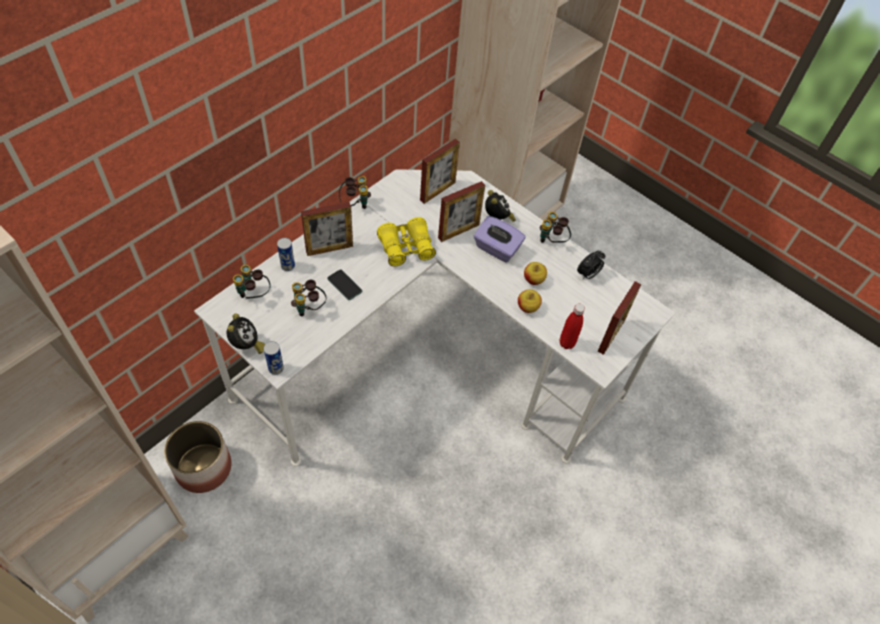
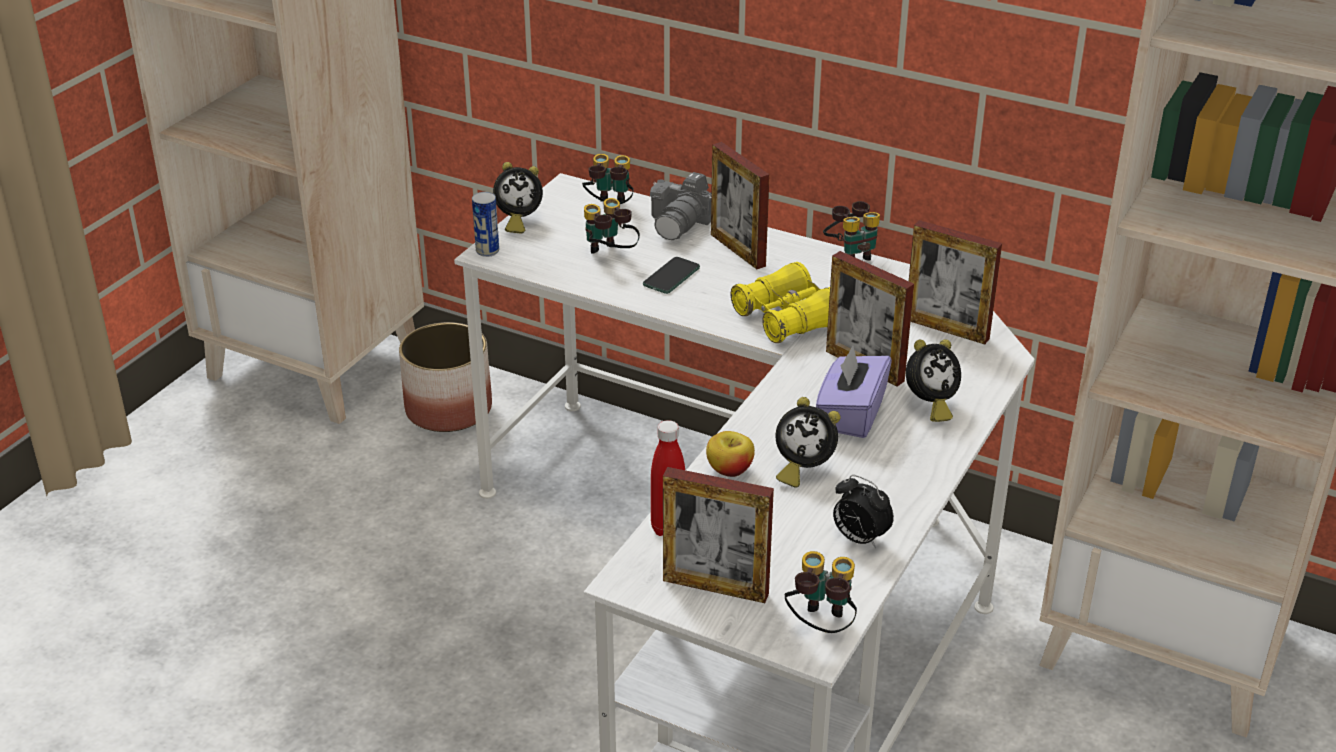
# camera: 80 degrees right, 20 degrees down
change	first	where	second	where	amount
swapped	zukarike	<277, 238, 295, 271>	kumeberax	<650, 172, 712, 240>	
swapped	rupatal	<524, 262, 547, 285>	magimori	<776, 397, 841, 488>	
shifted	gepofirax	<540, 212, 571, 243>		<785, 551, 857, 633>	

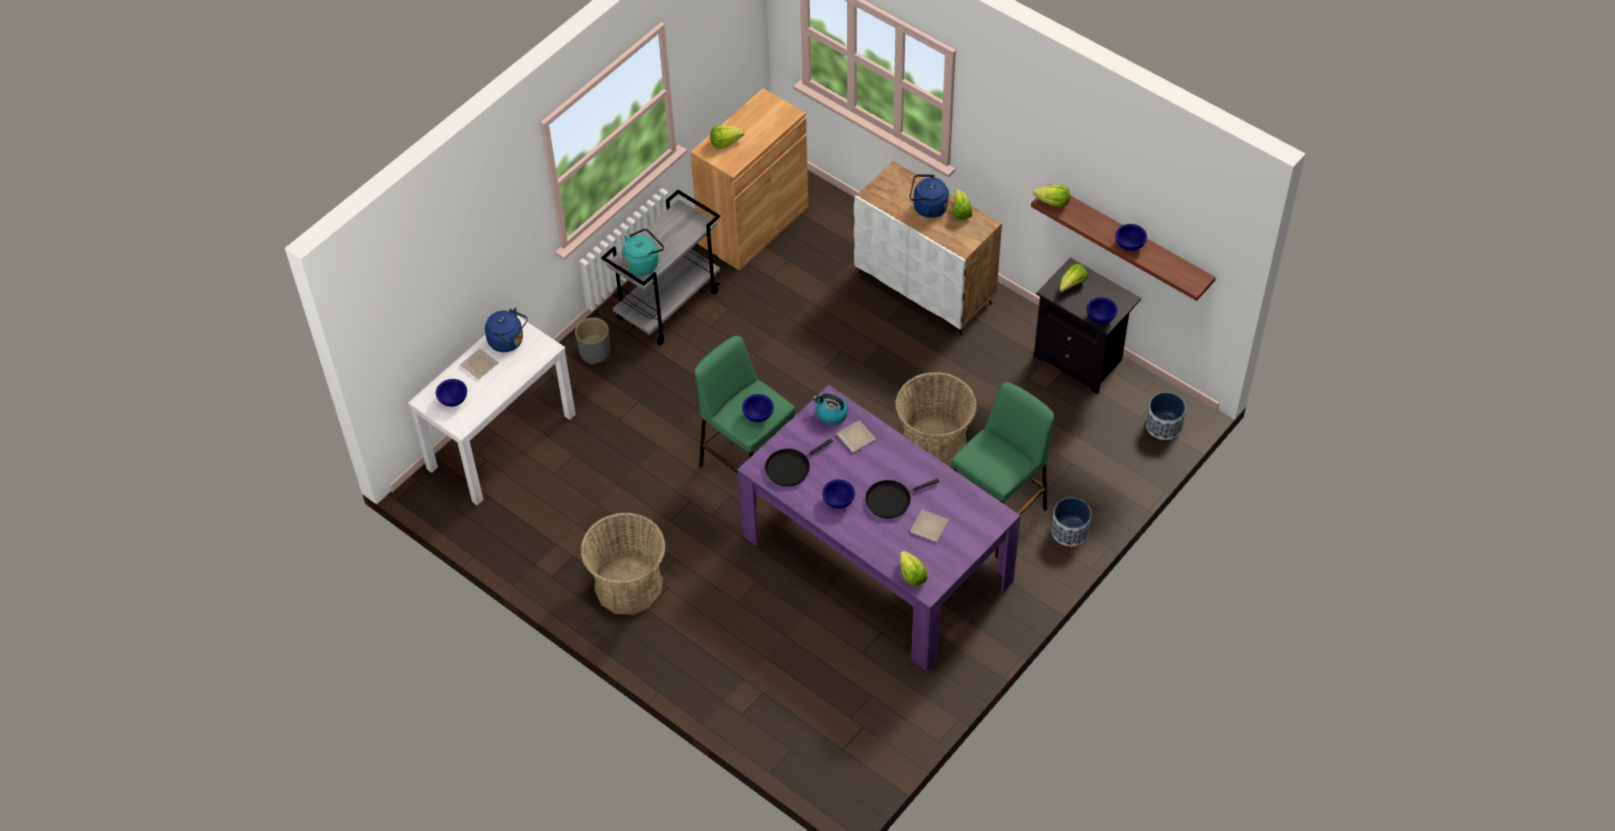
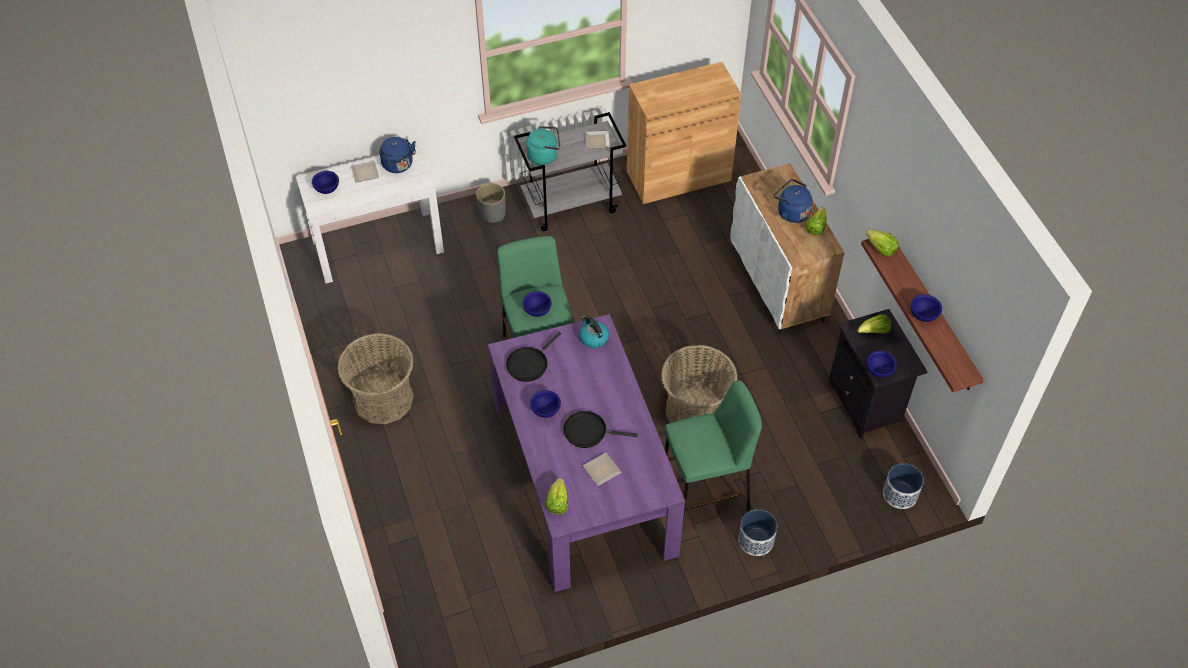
# camera: 30 degrees right, 0 degrees up
change	first	where	second	where	amount
gone	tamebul	<710, 125, 744, 148>			
rotated	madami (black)	<765, 439, 833, 486>		<506, 332, 561, 382>	45 degrees counterclockwise
shifted	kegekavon	<836, 420, 876, 452>		<585, 131, 610, 149>	

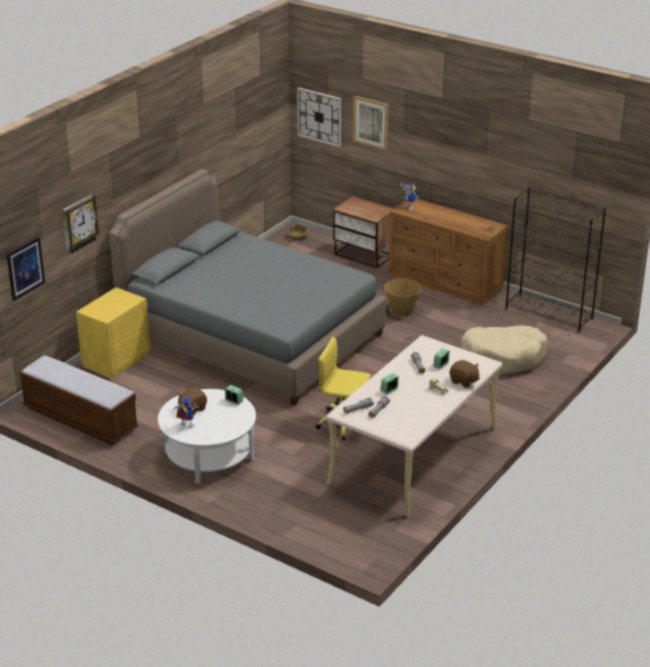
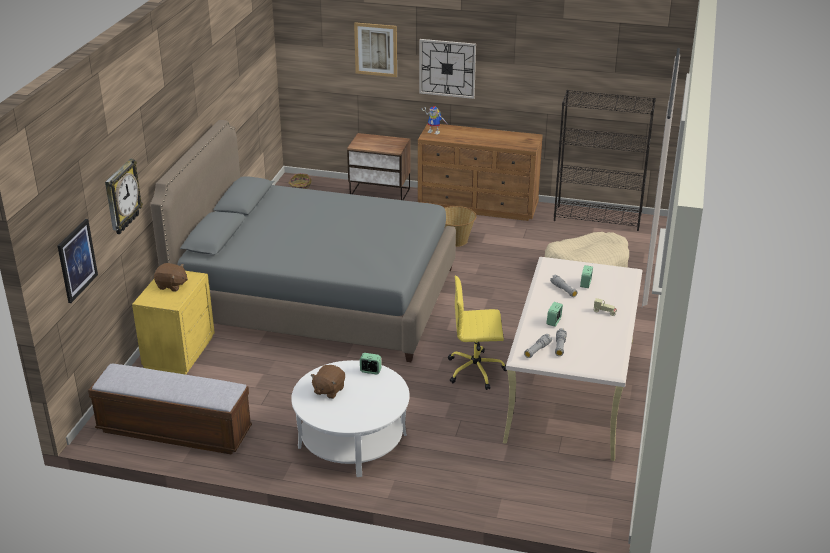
# camera: 20 degrees left, 0 degrees up
change	first	where	second	where	amount
gone	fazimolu	<172, 397, 199, 428>			
shifted	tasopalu	<297, 87, 341, 147>		<419, 39, 476, 99>	
shifted	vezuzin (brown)	<450, 360, 480, 388>		<154, 263, 188, 292>	

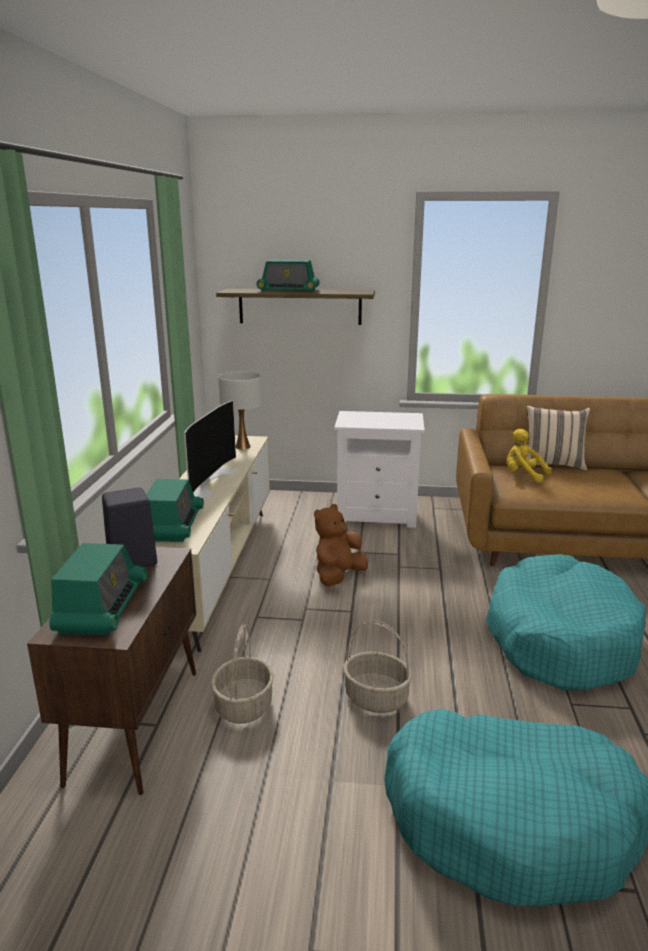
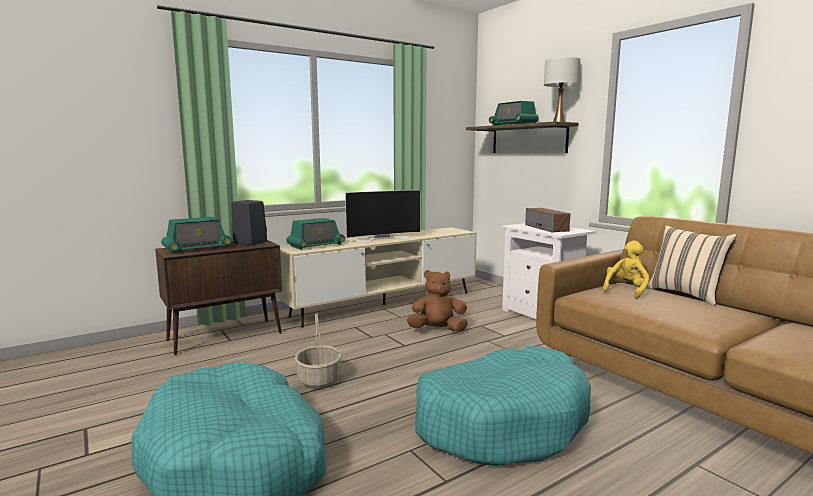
# camera: 50 degrees right, 10 degrees down
change	first	where	second	where	amount
gone	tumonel	<211, 624, 274, 724>			
shifted	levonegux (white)	<218, 371, 262, 449>		<544, 57, 581, 122>	
rotated	vezuzin (yellow)	<507, 428, 552, 483>		<602, 241, 650, 299>	45 degrees clockwise
new			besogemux	<525, 208, 571, 232>	

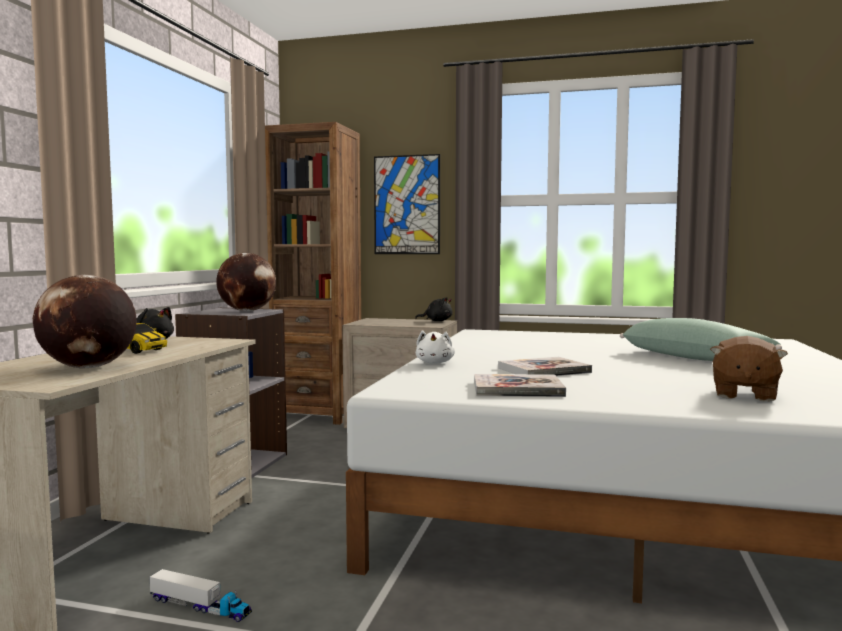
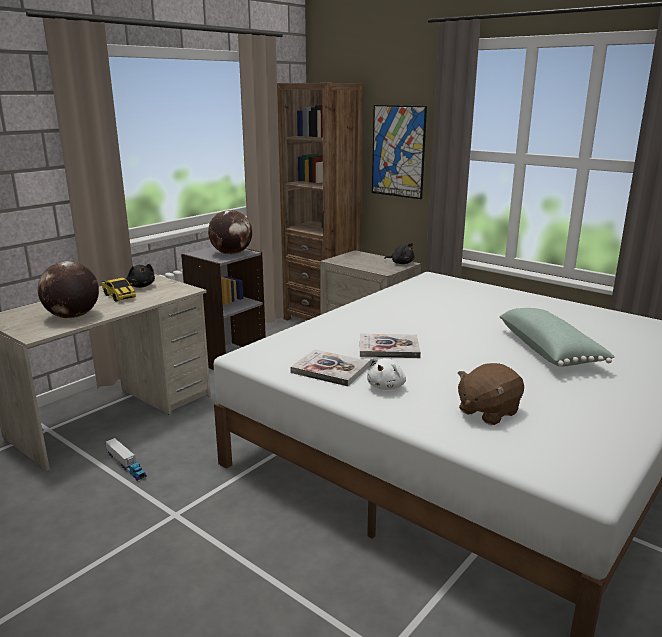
# camera: 25 degrees right, 15 degrees up
change	first	where	second	where	amount
shifted	vezuzin (white)	<416, 330, 455, 364>		<367, 358, 406, 390>	

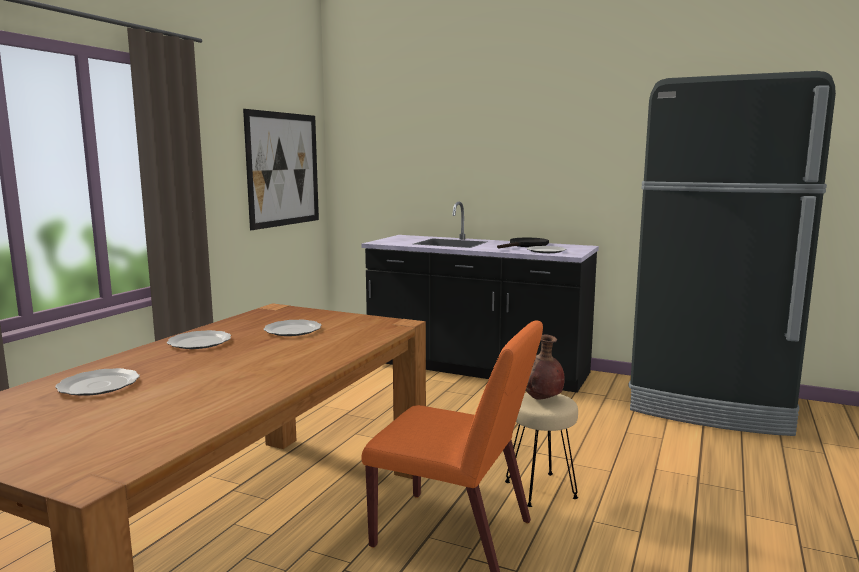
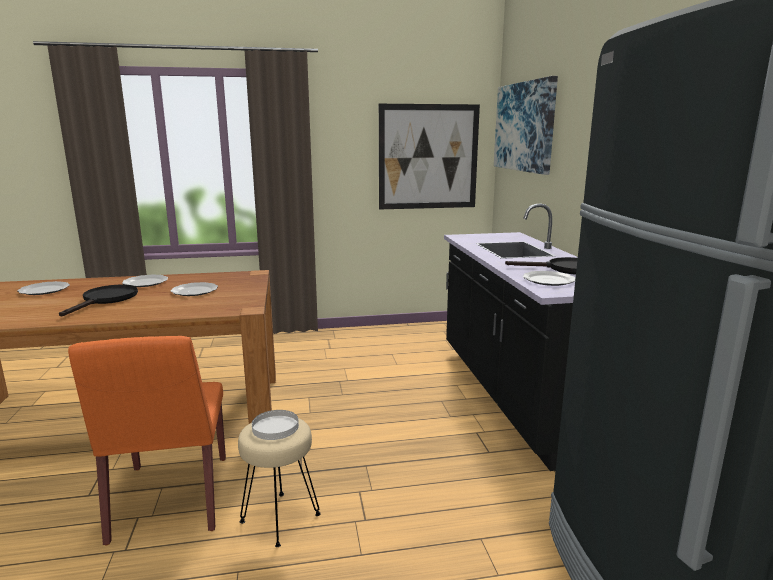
# camera: 55 degrees right, 5 degrees up
change	first	where	second	where	amount
swapped	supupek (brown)	<525, 335, 565, 400>	kegekavon (white)	<252, 410, 299, 440>	
new			madami (black)	<59, 285, 138, 316>	
new			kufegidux	<494, 76, 558, 175>	

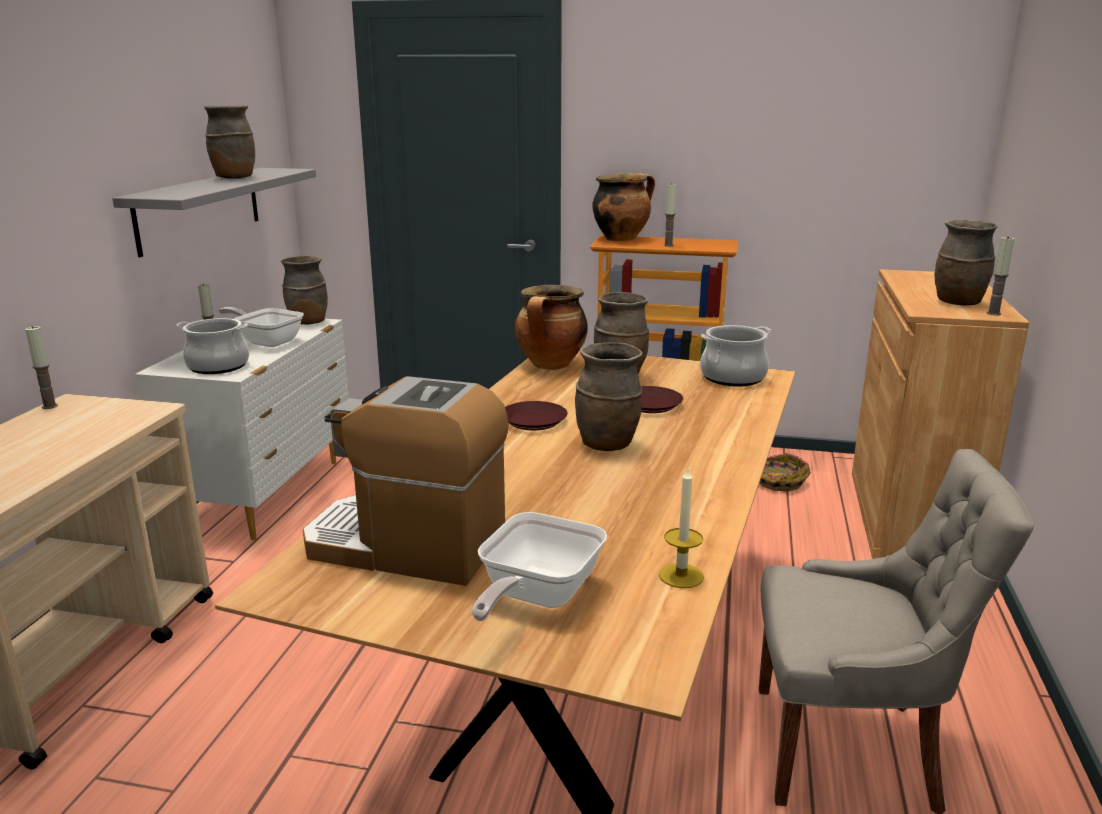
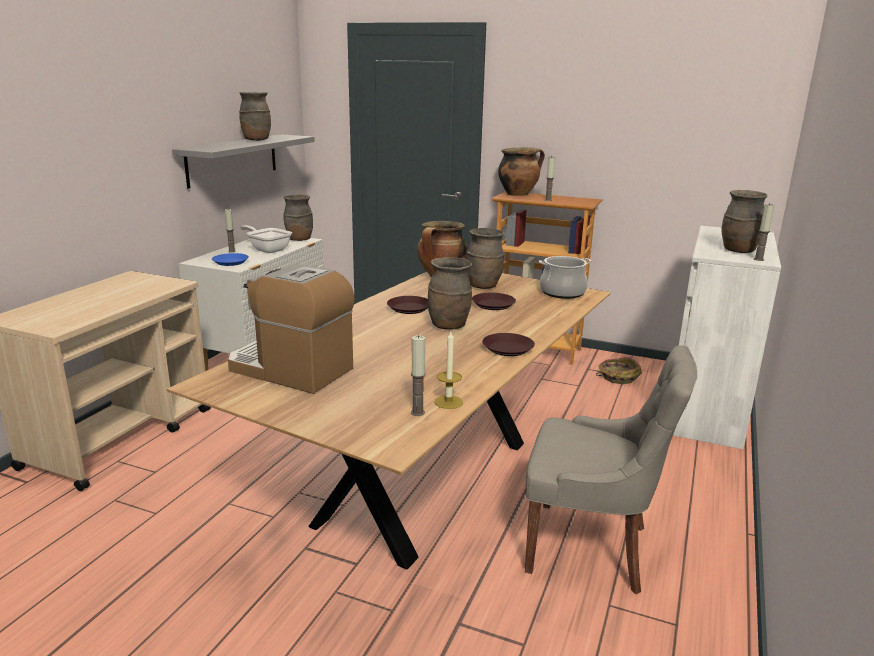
# camera: 10 degrees right, 0 degrees up
change	first	where	second	where	amount
shifted	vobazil	<25, 326, 58, 409>		<411, 335, 426, 416>	
swapped	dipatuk	<176, 318, 249, 374>	kegekavon (blue)	<212, 253, 249, 266>	
gone	madami	<472, 512, 607, 621>			
repainted	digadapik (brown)	<852, 269, 1029, 559>	digadapik (white)	<673, 226, 781, 449>	
new			kegekavon (brown)	<482, 333, 535, 356>	

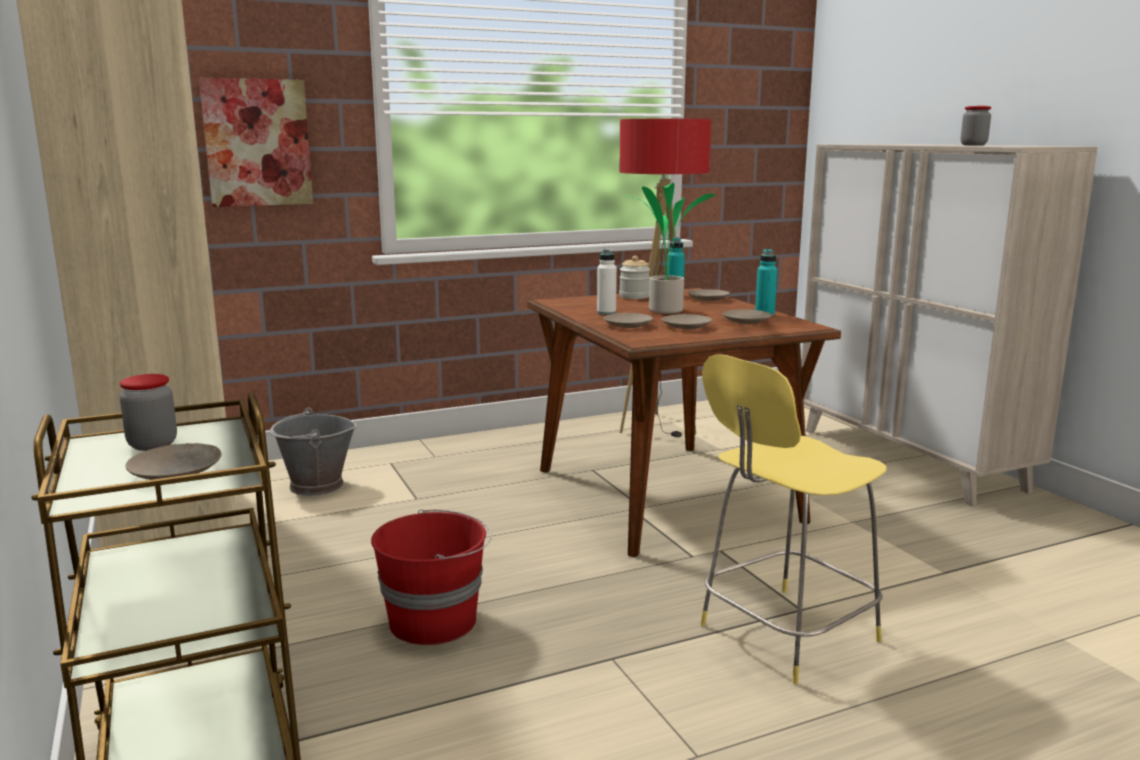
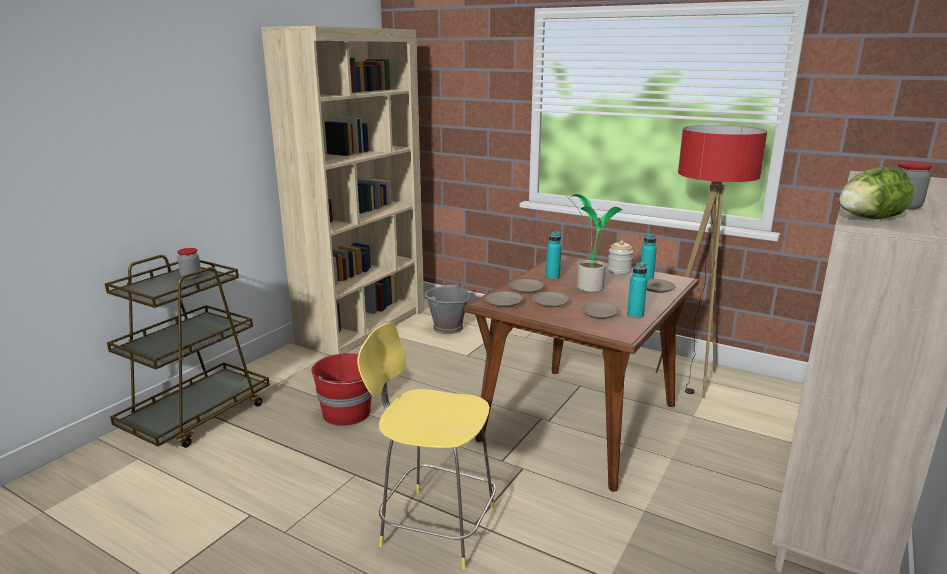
# camera: 55 degrees right, 5 degrees up
change	first	where	second	where	amount
shifted	kegekavon (beige)	<125, 443, 222, 480>		<485, 291, 523, 307>	
gone	kufegidux	<199, 78, 313, 207>			
repainted	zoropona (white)	<597, 248, 617, 315>	zoropona (turquoise)	<546, 231, 561, 280>	
new			tamebul	<839, 167, 914, 219>	

